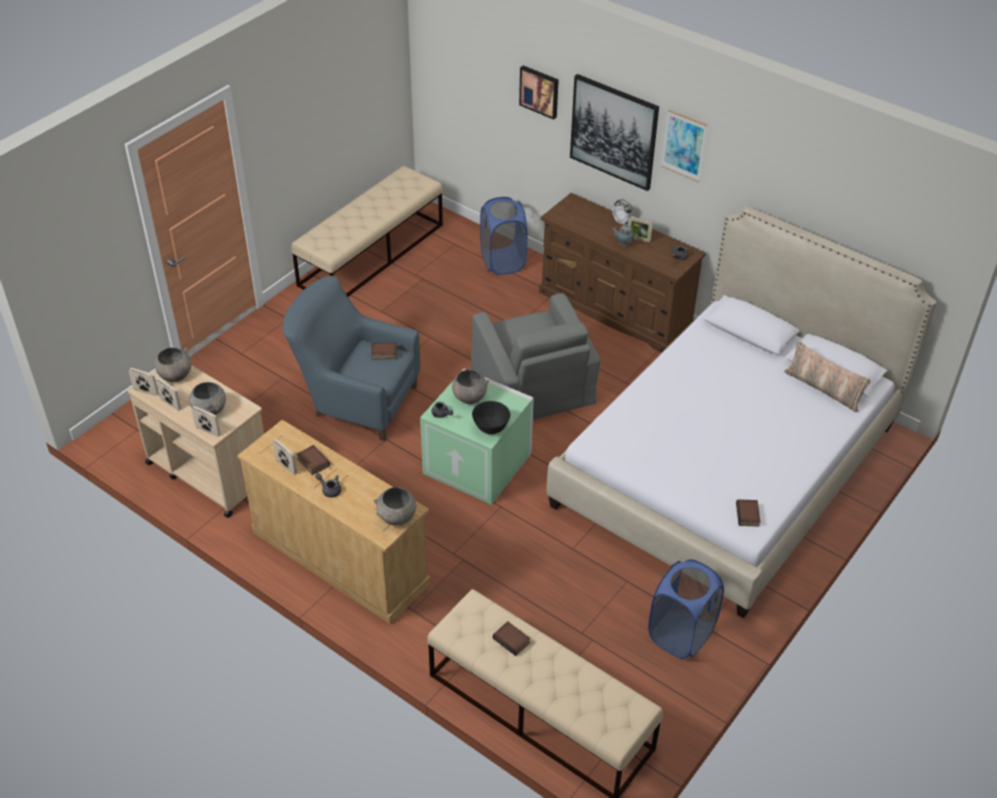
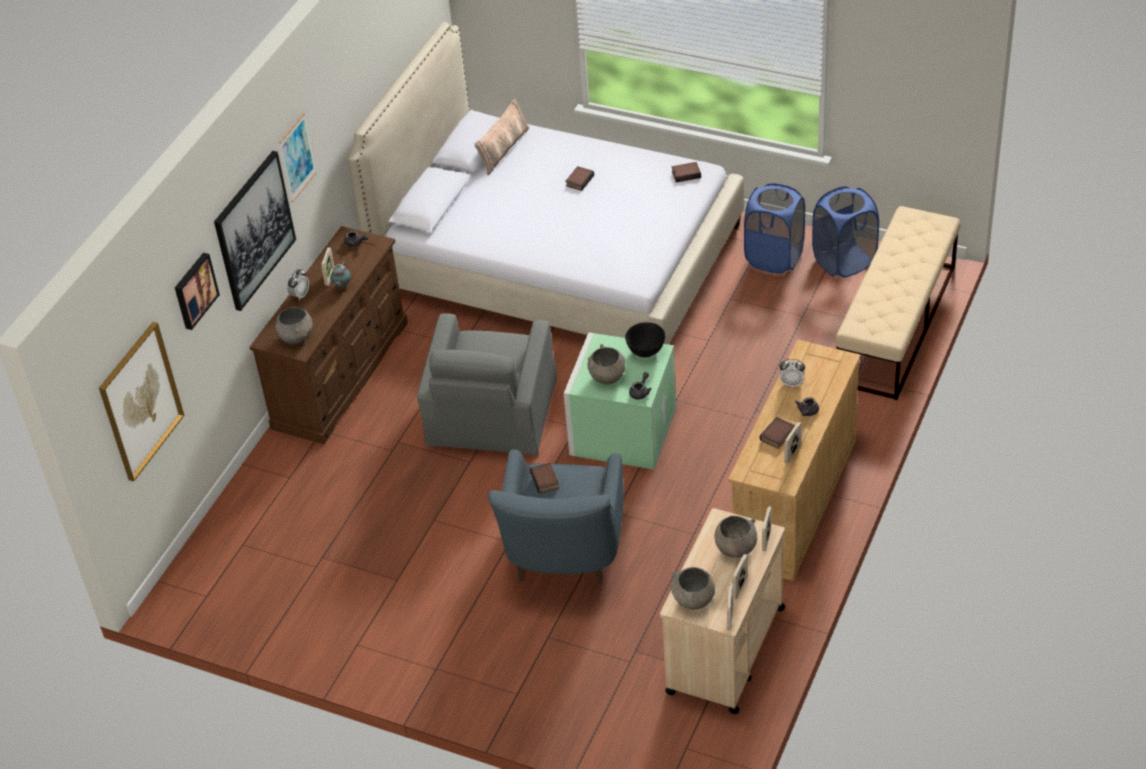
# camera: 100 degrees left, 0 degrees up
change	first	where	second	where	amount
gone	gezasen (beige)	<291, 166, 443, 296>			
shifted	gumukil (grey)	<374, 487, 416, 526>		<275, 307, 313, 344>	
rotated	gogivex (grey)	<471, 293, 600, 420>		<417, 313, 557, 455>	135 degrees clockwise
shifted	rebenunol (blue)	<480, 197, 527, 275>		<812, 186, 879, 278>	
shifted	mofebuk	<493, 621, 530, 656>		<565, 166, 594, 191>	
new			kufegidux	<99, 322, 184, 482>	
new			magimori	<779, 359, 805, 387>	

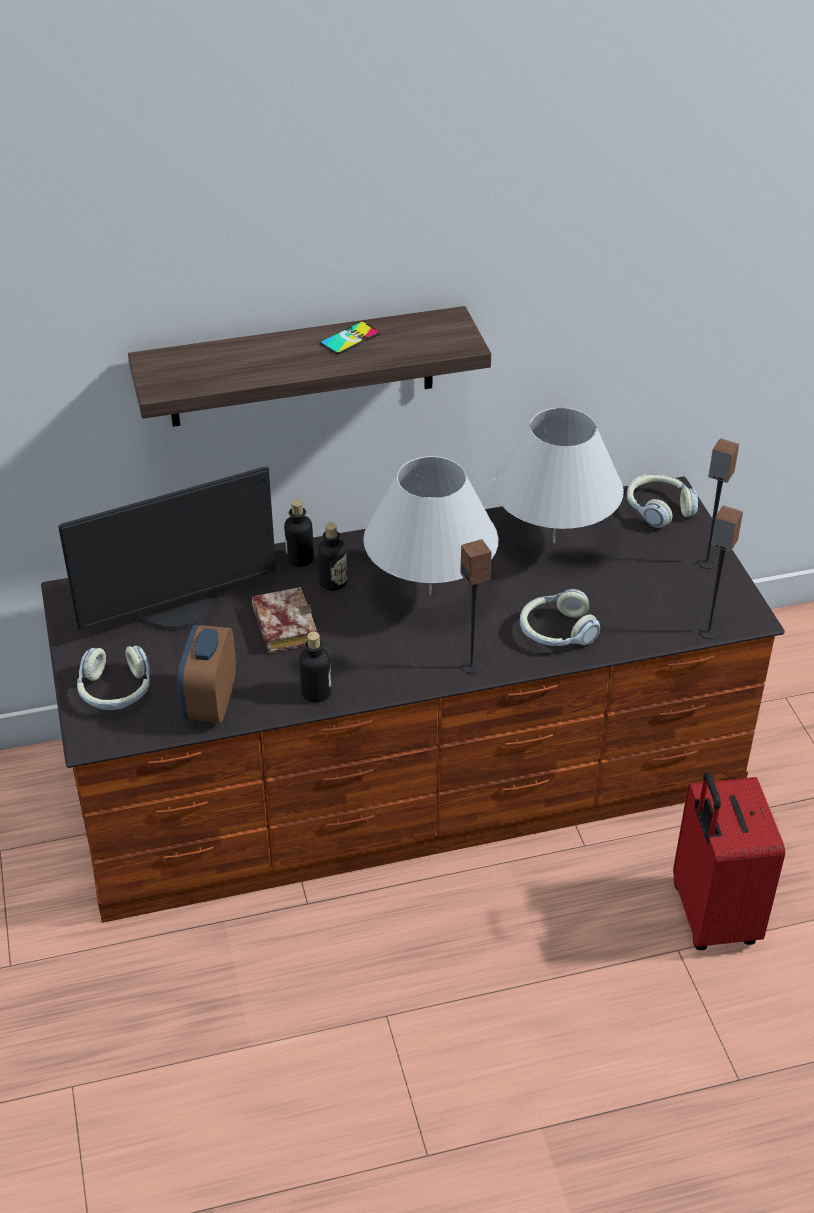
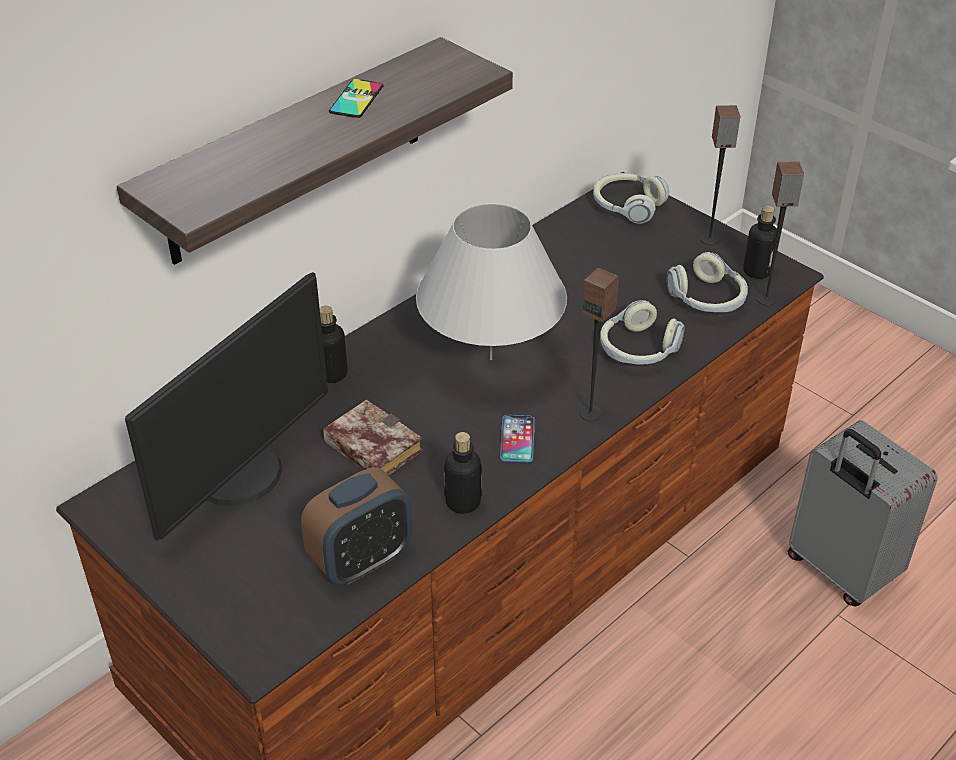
# camera: 30 degrees left, 0 degrees up
change	first	where	second	where	amount
shifted	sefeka	<77, 646, 150, 710>		<667, 252, 748, 312>	
rotated	magimori	<177, 625, 236, 723>		<301, 467, 412, 585>	105 degrees counterclockwise
shifted	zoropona	<318, 523, 347, 591>		<743, 205, 777, 279>	
gone	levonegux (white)	<493, 407, 624, 543>			
repainted	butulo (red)	<673, 772, 785, 950>	butulo (grey)	<788, 420, 938, 606>	
new			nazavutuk	<500, 415, 535, 462>	

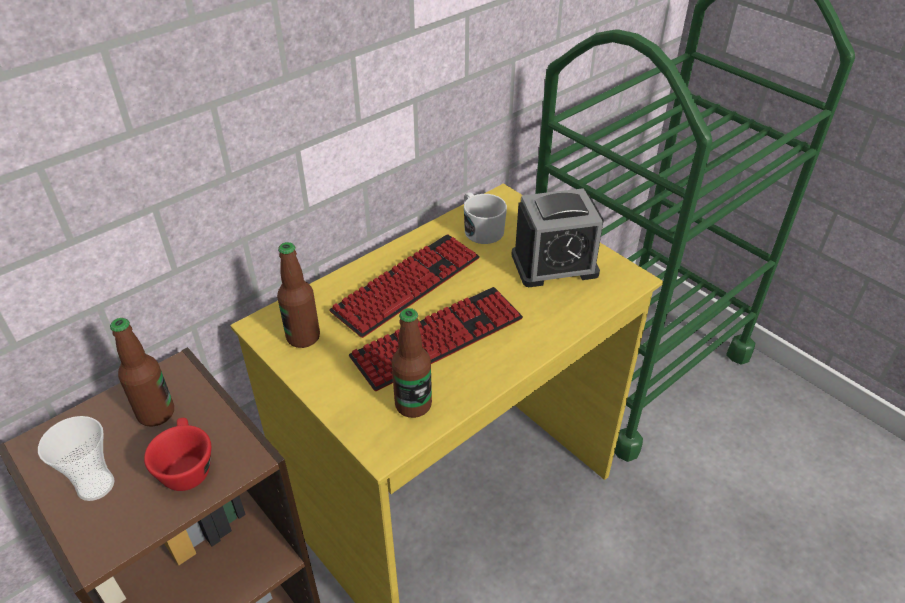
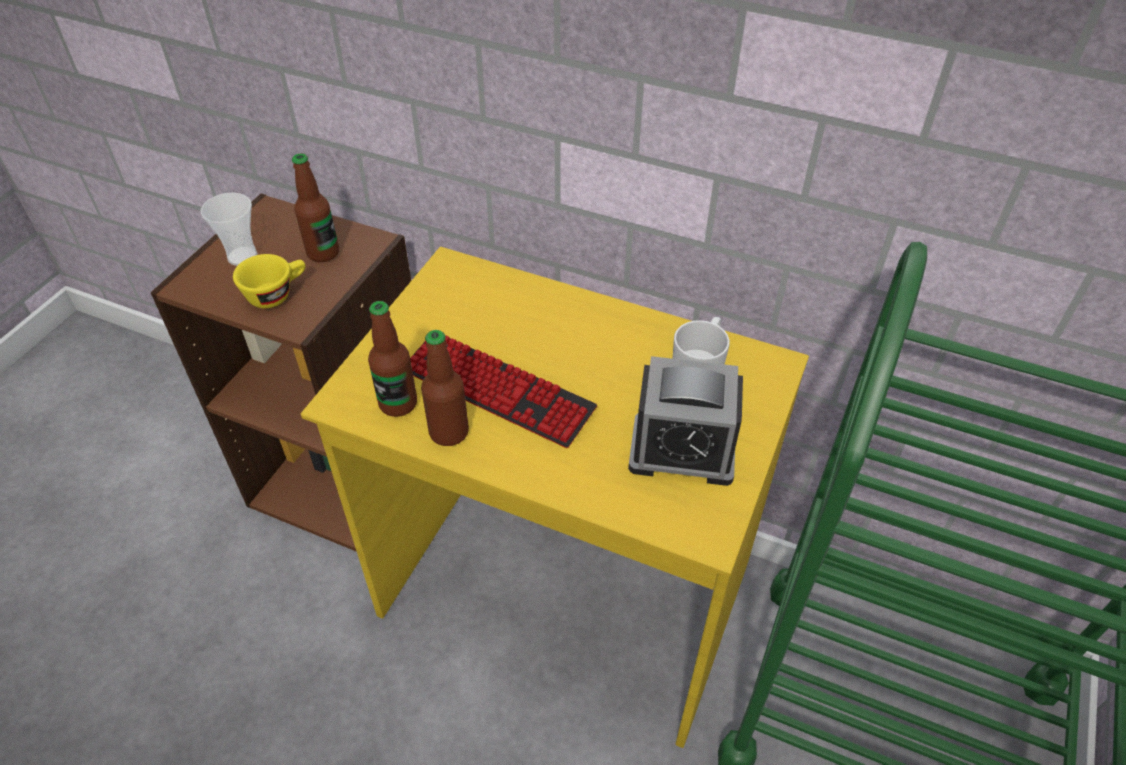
# camera: 65 degrees right, 5 degrees up
change	first	where	second	where	amount
repainted	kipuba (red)	<144, 418, 211, 491>	kipuba (yellow)	<233, 254, 305, 308>	
shifted	zoropona	<277, 242, 320, 348>		<421, 330, 469, 446>	
gone	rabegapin	<329, 234, 480, 338>			
rotated	magimori	<512, 188, 604, 287>		<628, 356, 743, 486>	45 degrees counterclockwise

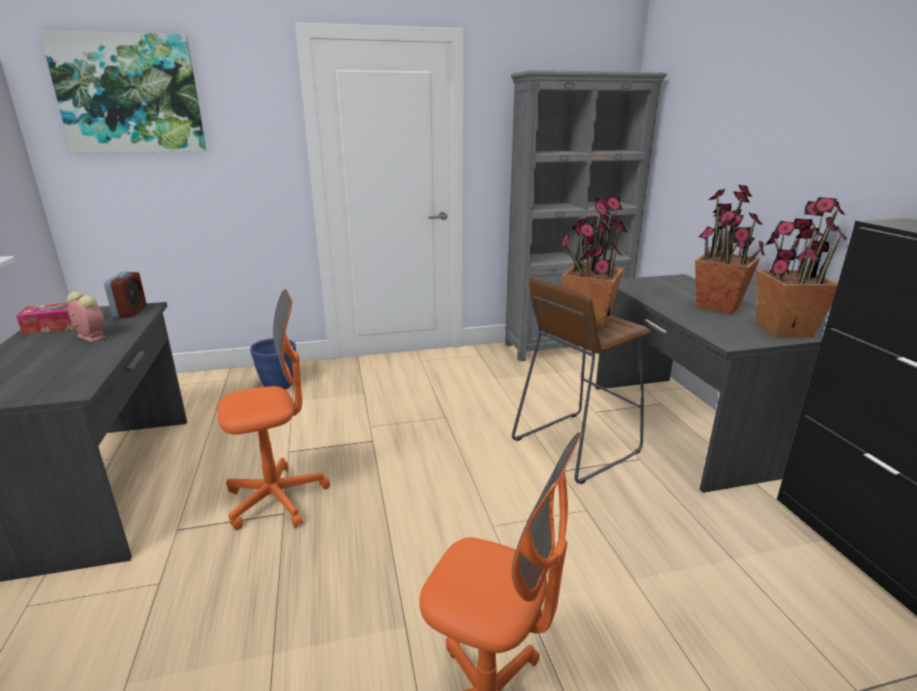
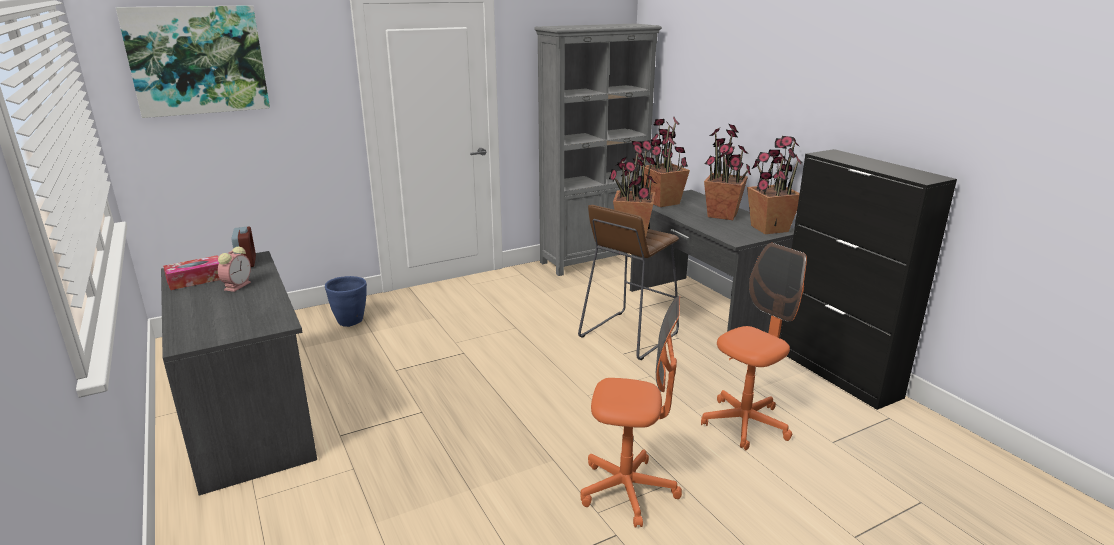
# camera: 15 degrees left, 0 degrees up
change	first	where	second	where	amount
rotated	magimori	<67, 292, 106, 342>		<218, 247, 251, 292>	90 degrees clockwise
shifted	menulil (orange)	<218, 289, 330, 530>		<701, 243, 807, 450>	
new			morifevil	<641, 117, 690, 207>	

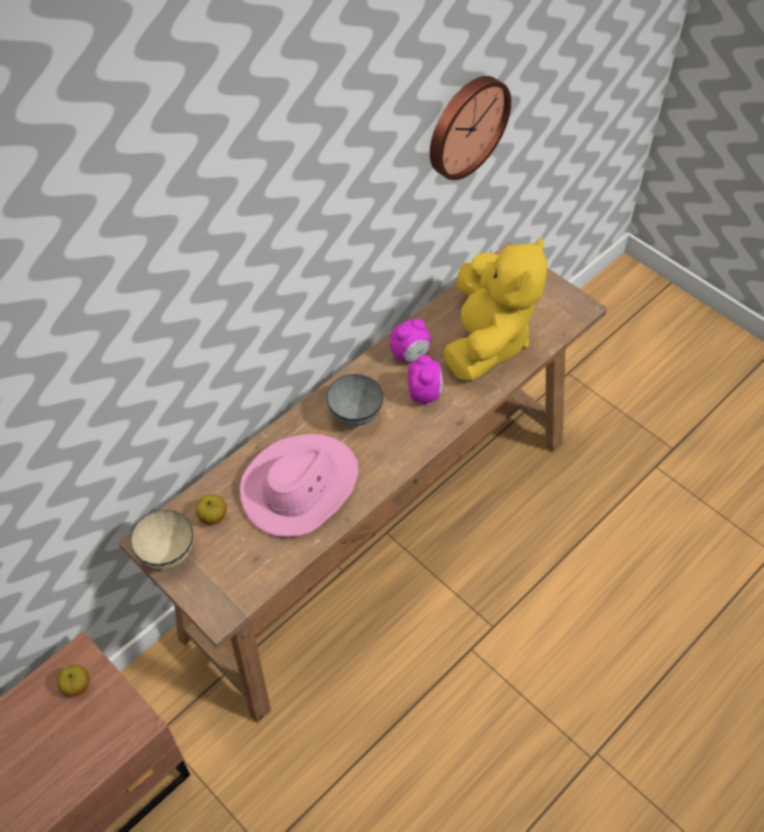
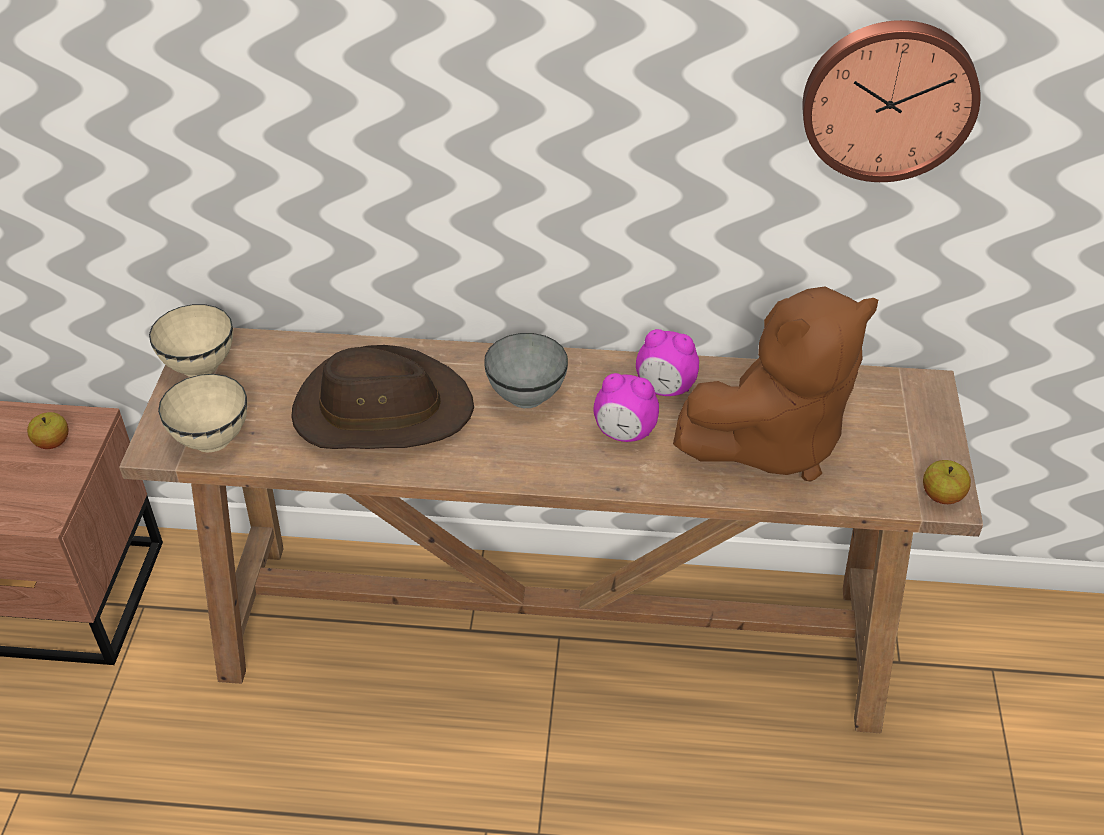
# camera: 50 degrees right, 10 degrees down
change	first	where	second	where	amount
shifted	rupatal	<196, 494, 227, 525>		<923, 460, 971, 504>	
repainted	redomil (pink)	<240, 434, 358, 537>	redomil (brown)	<291, 345, 474, 449>	
rotated	magimori	<408, 355, 443, 406>		<593, 373, 659, 442>	60 degrees clockwise
repainted	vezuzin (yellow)	<444, 236, 548, 380>	vezuzin (brown)	<673, 286, 878, 482>	
new			gumukil (beige)	<158, 374, 247, 452>	

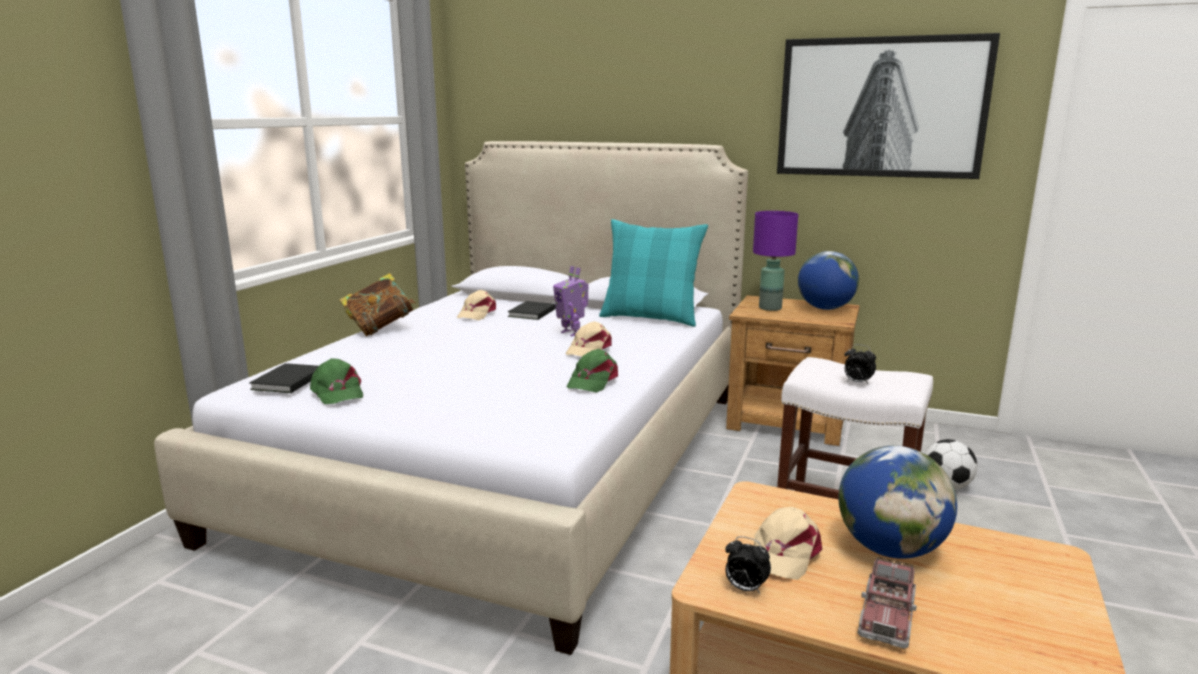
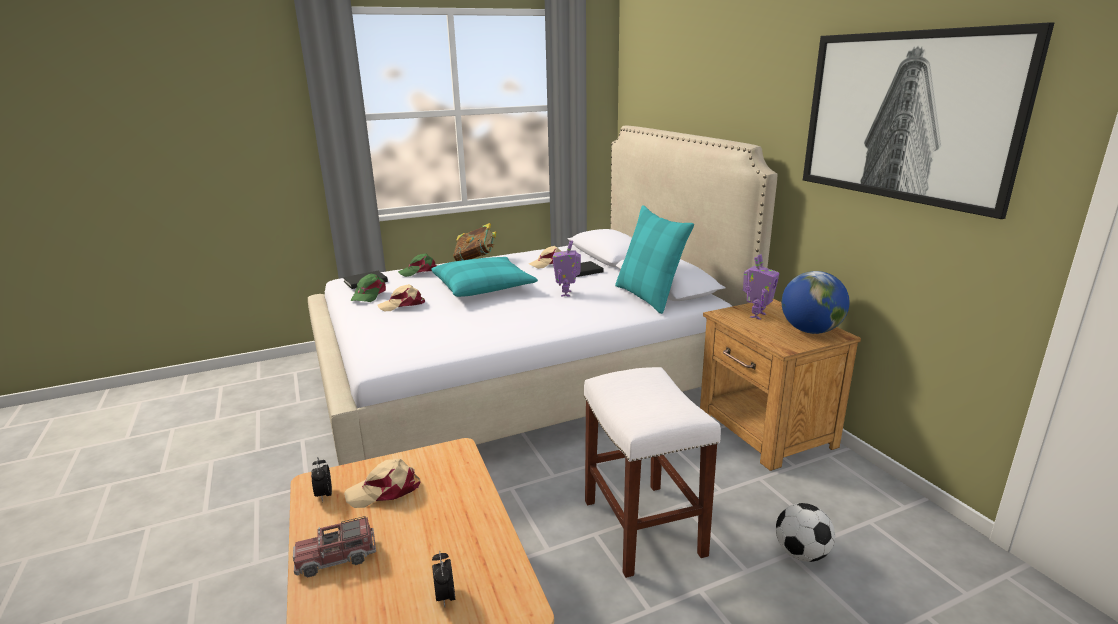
# camera: 45 degrees right, 5 degrees up
change	first	where	second	where	amount
shifted	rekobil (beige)	<566, 321, 612, 356>		<377, 284, 425, 312>	
shifted	rekobil (green)	<567, 349, 618, 393>		<398, 253, 437, 277>	
swapped	levonegux (purple)	<753, 211, 798, 311>	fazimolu	<743, 255, 780, 320>	
gone	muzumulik	<838, 446, 957, 559>			
shifted	magimori	<844, 344, 876, 385>		<432, 551, 455, 607>	
new			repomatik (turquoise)	<431, 257, 538, 297>	

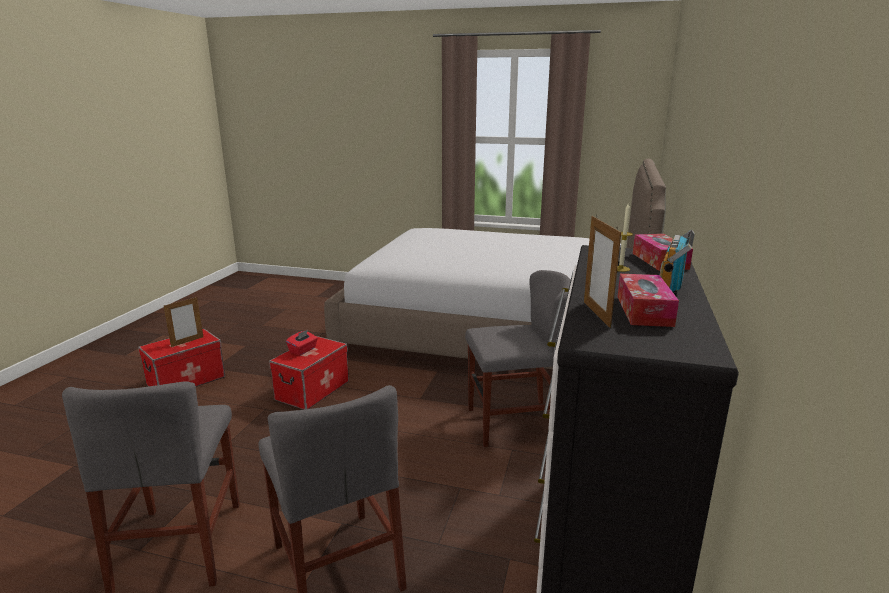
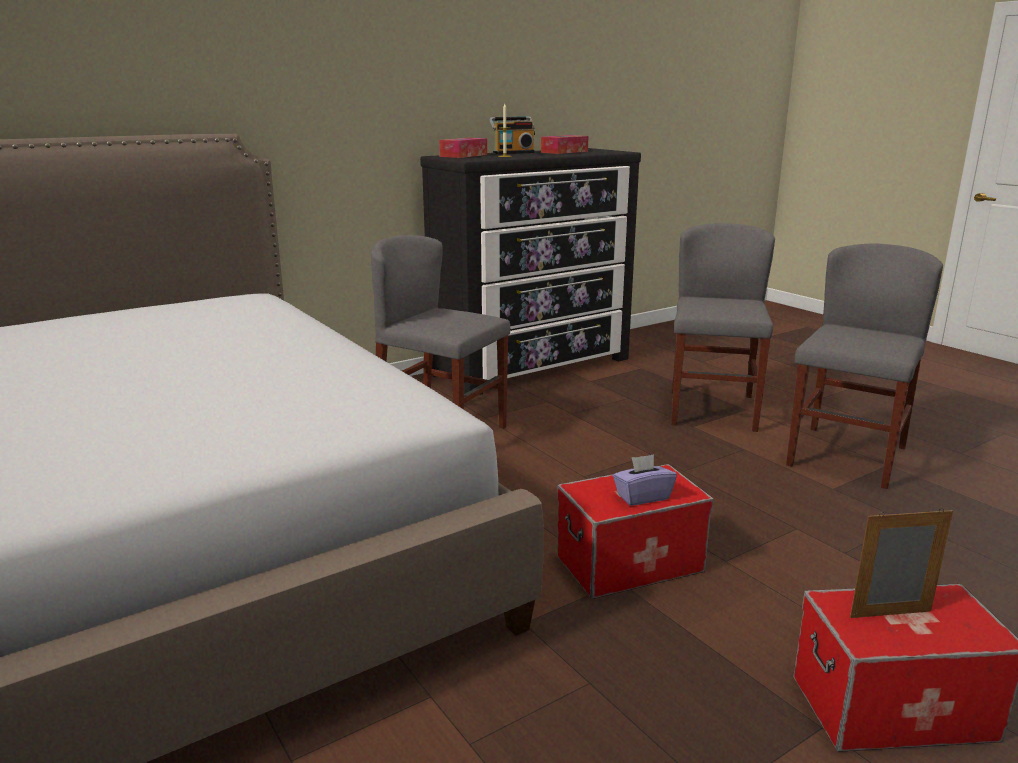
# camera: 140 degrees left, 0 degrees up
change	first	where	second	where	amount
repainted	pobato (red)	<286, 330, 318, 356>	pobato (purple)	<613, 454, 677, 506>	
gone	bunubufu	<584, 216, 621, 328>			

